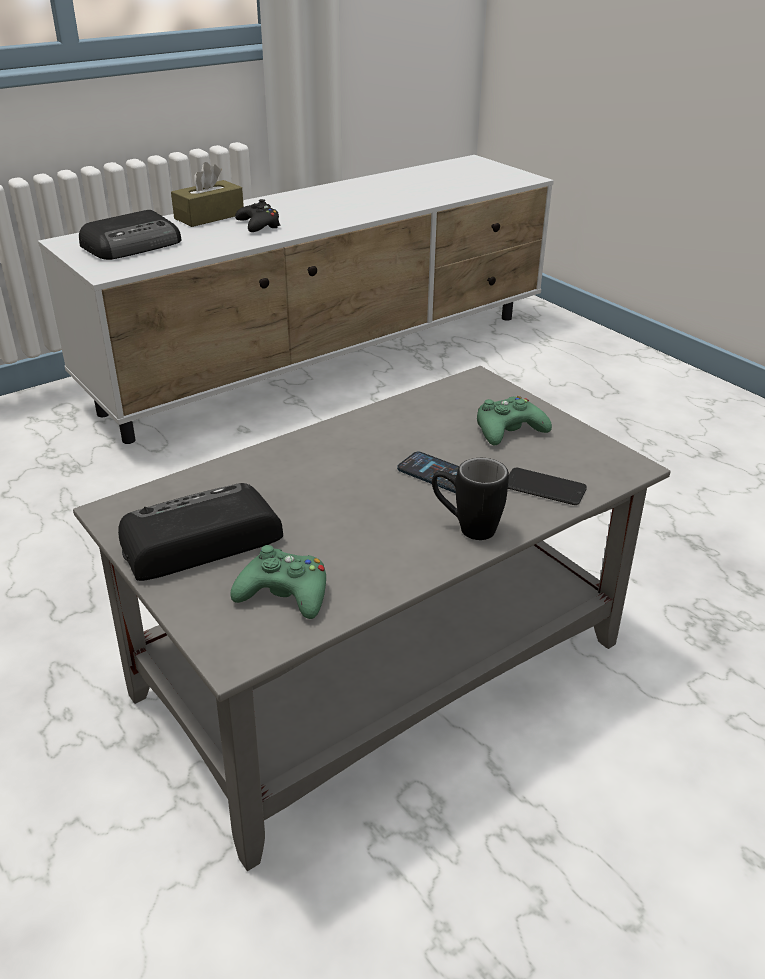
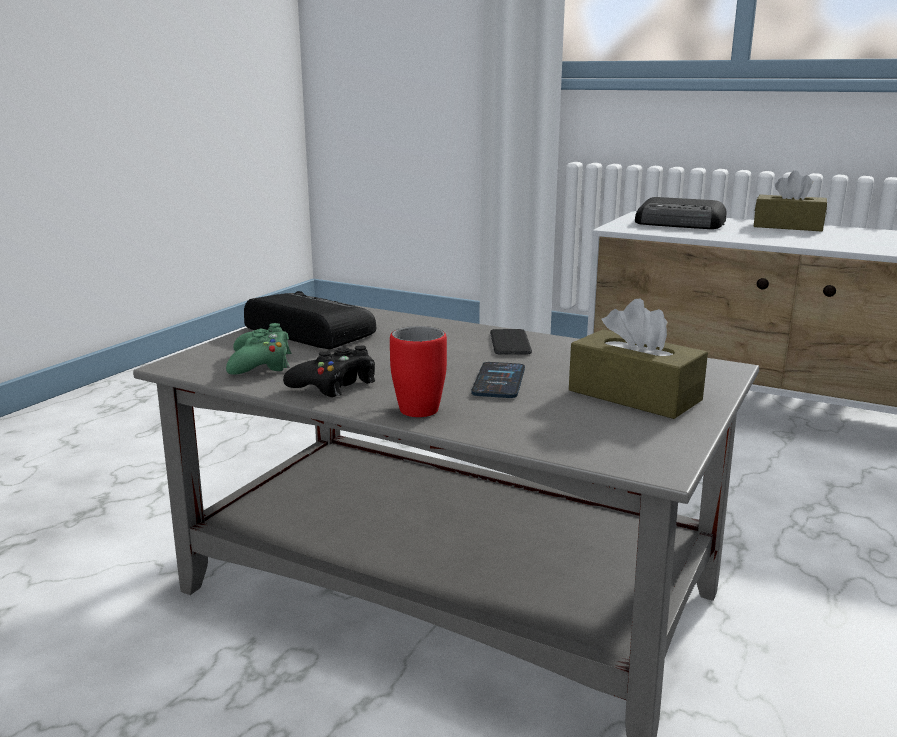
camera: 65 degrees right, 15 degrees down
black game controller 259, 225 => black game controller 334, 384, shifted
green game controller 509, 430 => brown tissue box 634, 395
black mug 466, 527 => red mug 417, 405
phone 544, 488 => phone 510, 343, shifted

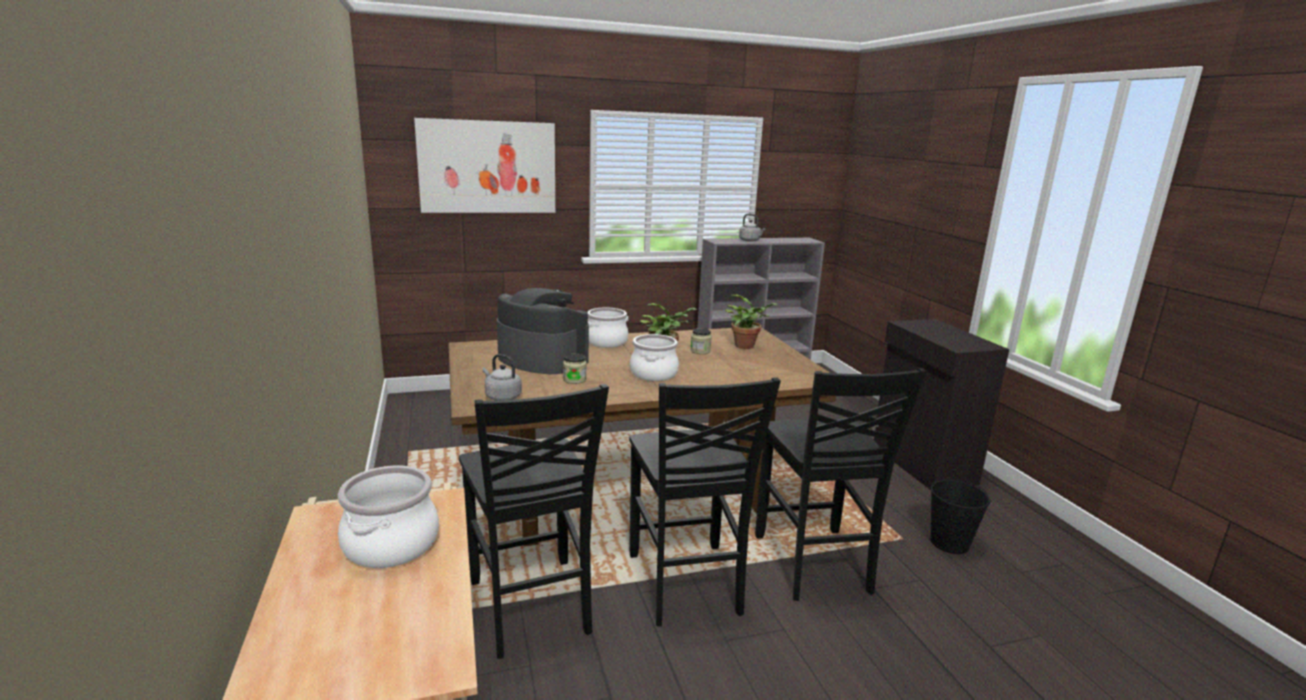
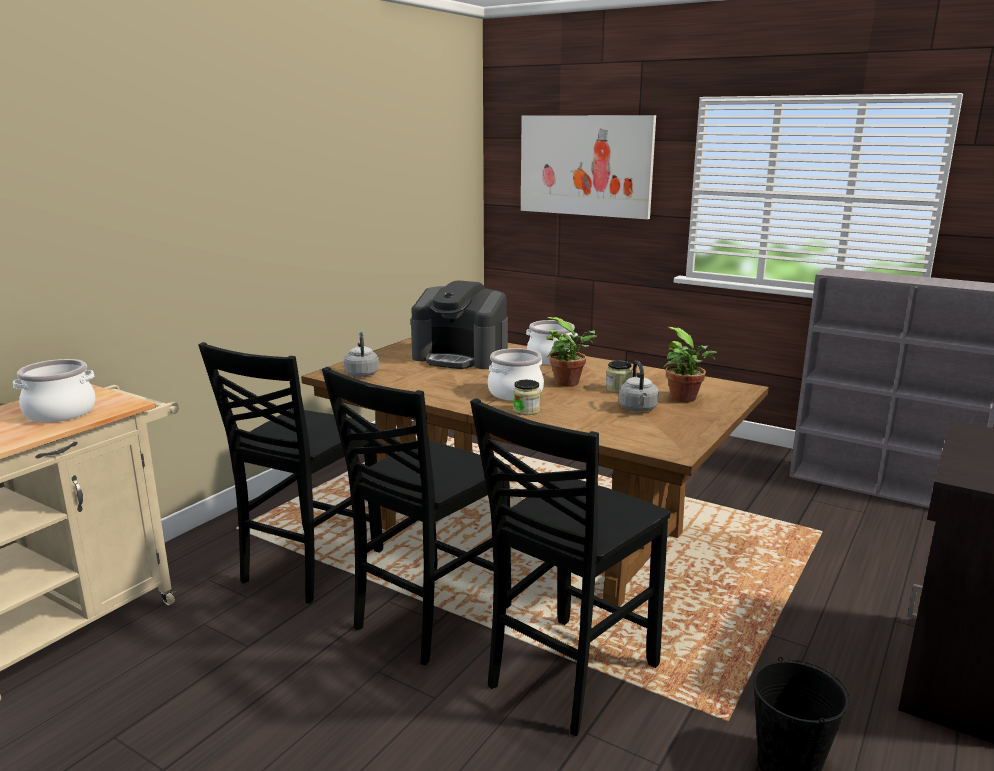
camera: 50 degrees right, 0 degrees up
grey kettle 750, 240 => grey kettle 638, 409, shifted
coffee machine 541, 359 => coffee machine 461, 357, 120 degrees clockwise
jar 574, 380 => jar 526, 410, shifted

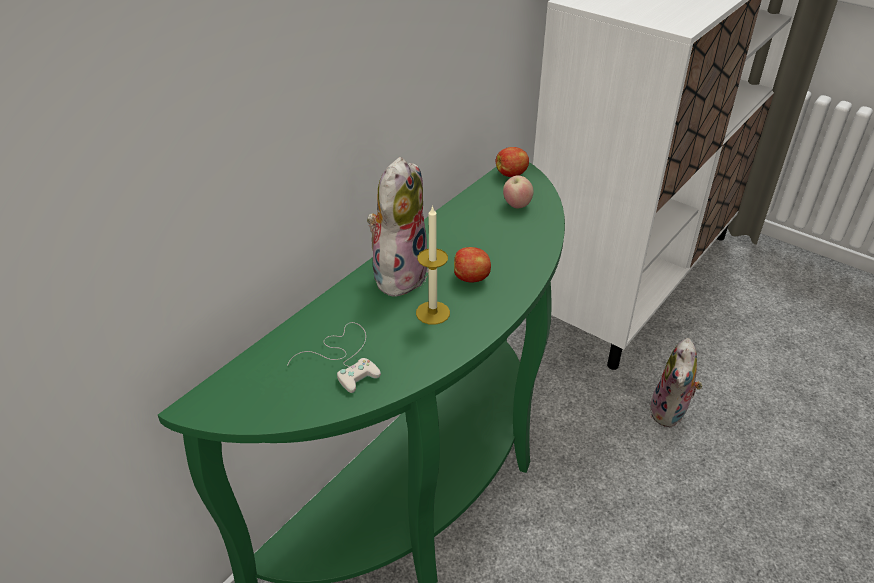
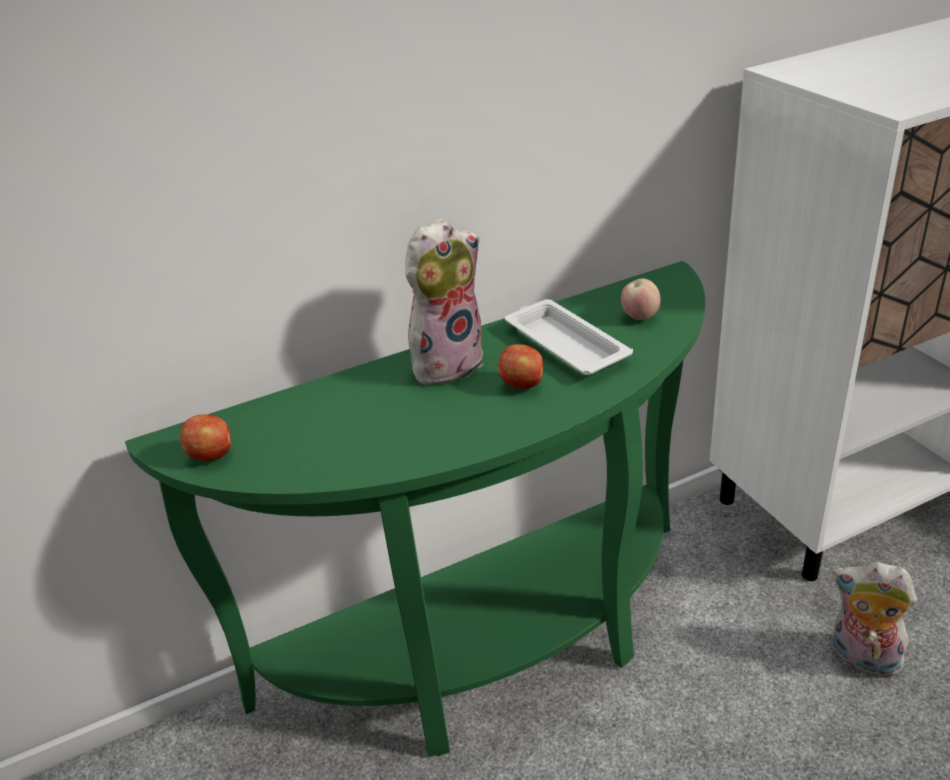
camera: 30 degrees right, 5 degrees down
apple 511, 174 => apple 212, 455, shifted
candle 432, 313 => nothing
white game controller 344, 357 => nothing
plush toy 670, 413 => plush toy 861, 658, 75 degrees clockwise
nothing => white tray 564, 344

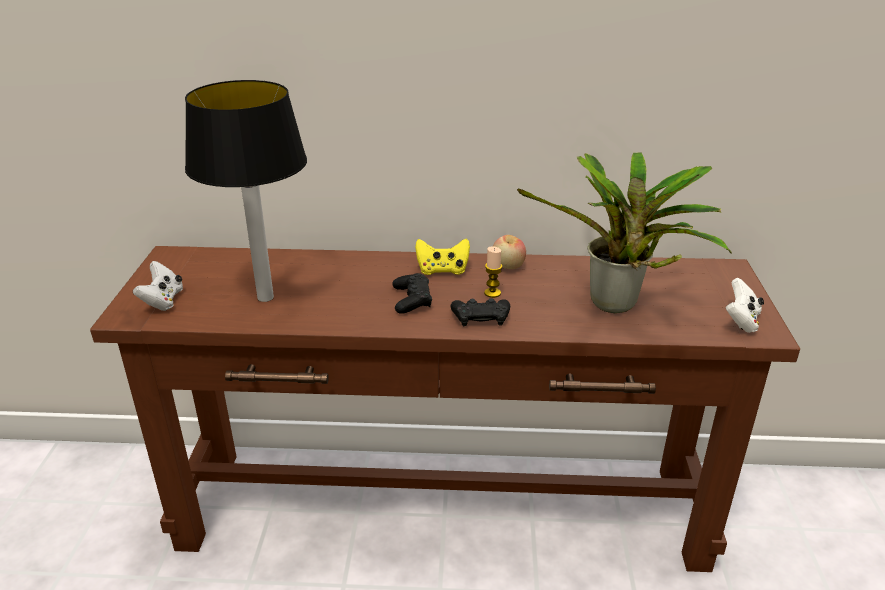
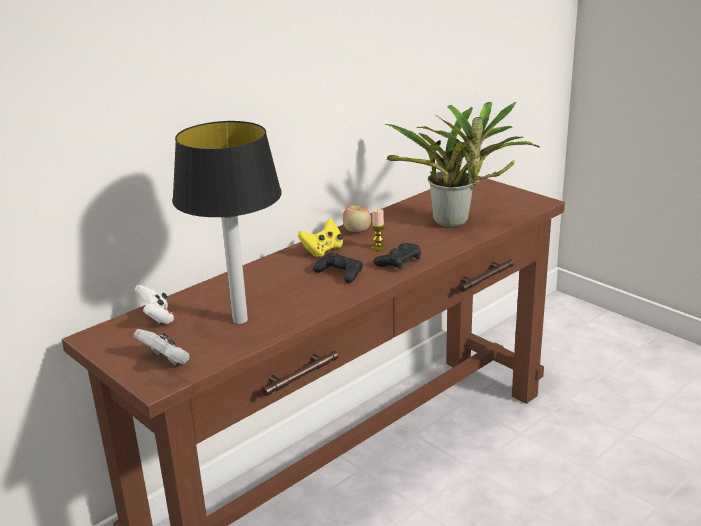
camera: 45 degrees left, 5 degrees down
white game controller 741, 321 => white game controller 157, 318, shifted

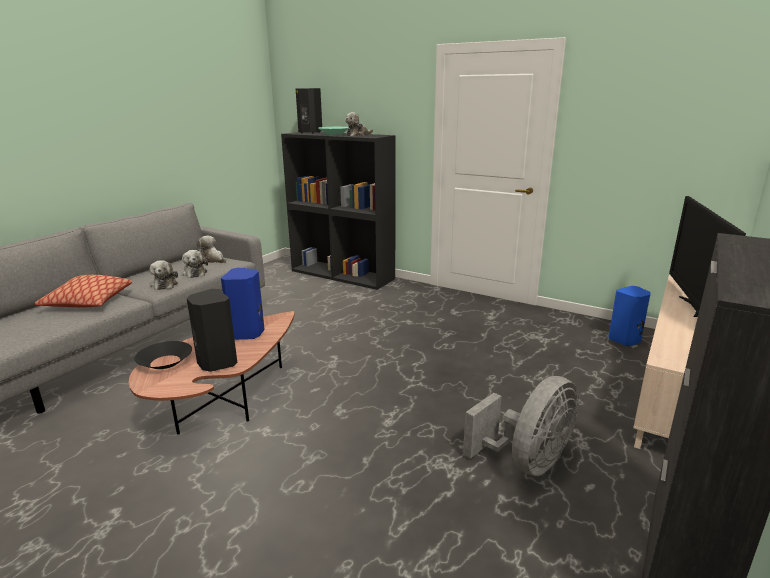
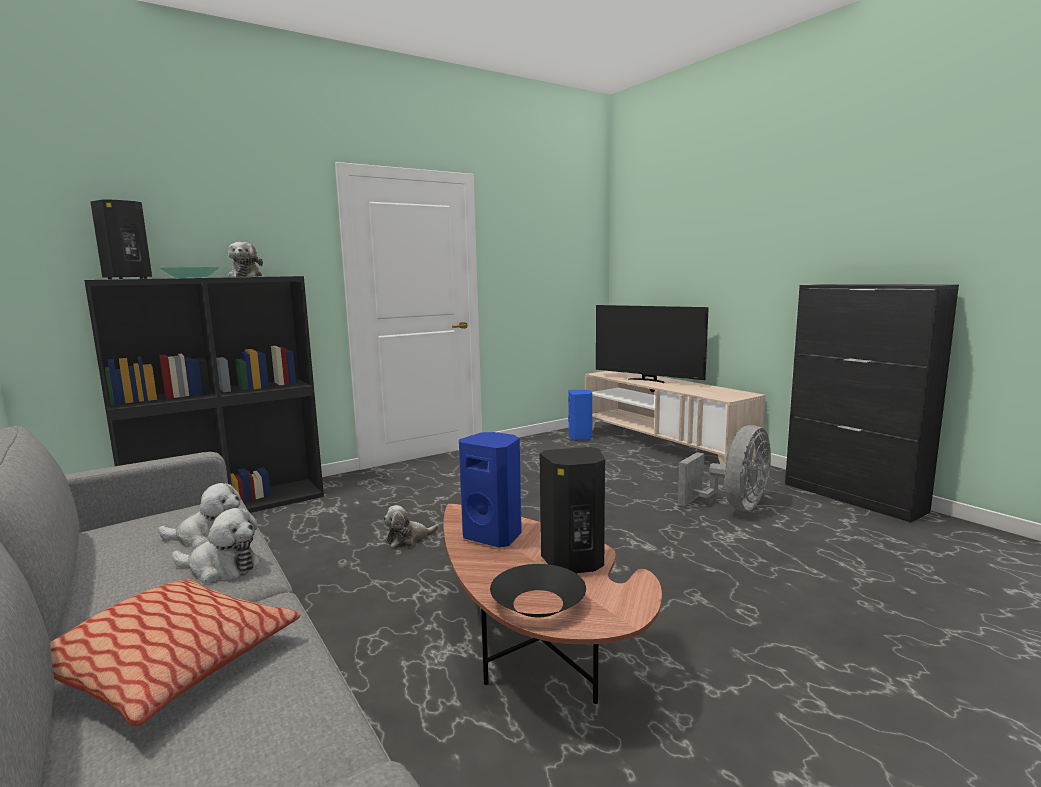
camera: 65 degrees left, 10 degrees down
plush toy 213, 260 => plush toy 408, 539, shifted
grey fan 527, 462 => grey fan 733, 506, 60 degrees clockwise

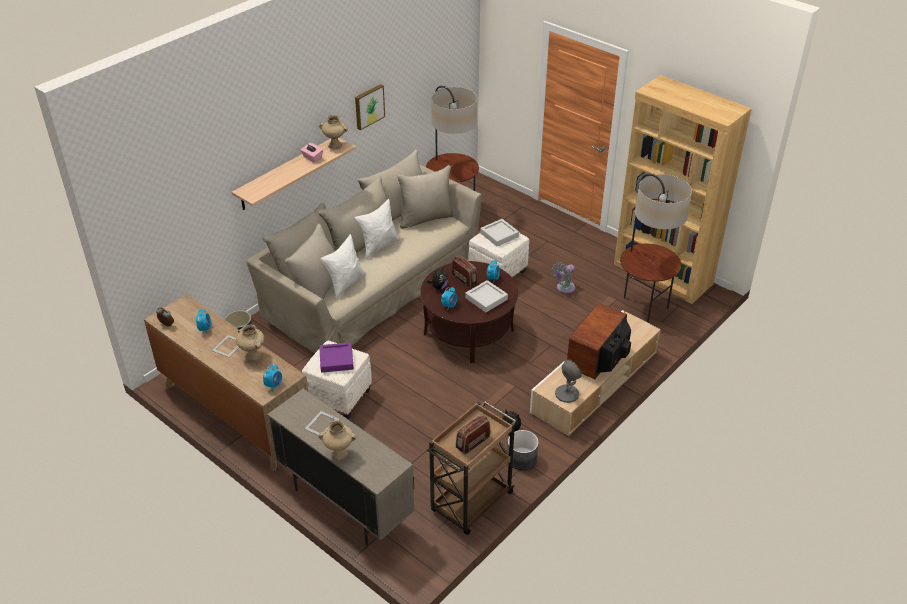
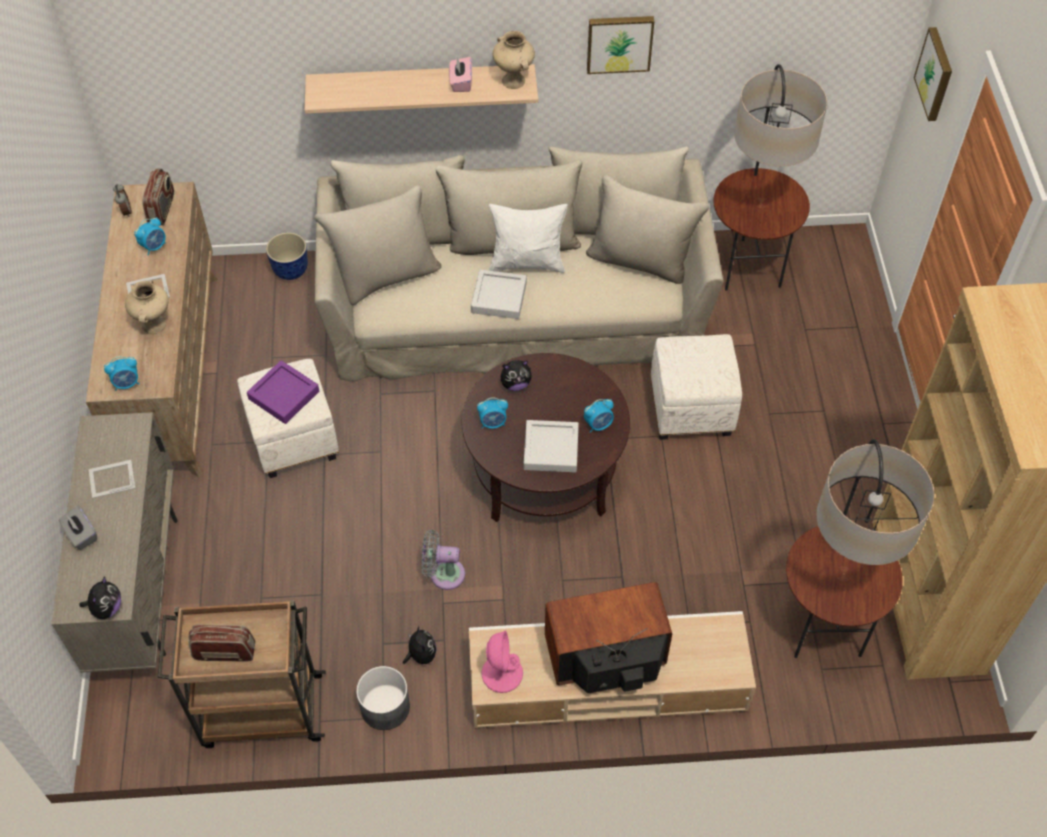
camera: 45 degrees right, 15 degrees up
grey tray 499, 235 => grey tray 499, 298, shifted
white pillow 345, 284 => nothing
radio 464, 279 => radio 162, 209, shifted
grey fan 564, 288 => grey fan 443, 574, shifted
grey table lamp 566, 394 => pink table lamp 502, 673
beige vase 339, 453 => grey tissue box 81, 535
nothing => picture 936, 74
nothing => plush toy 106, 608

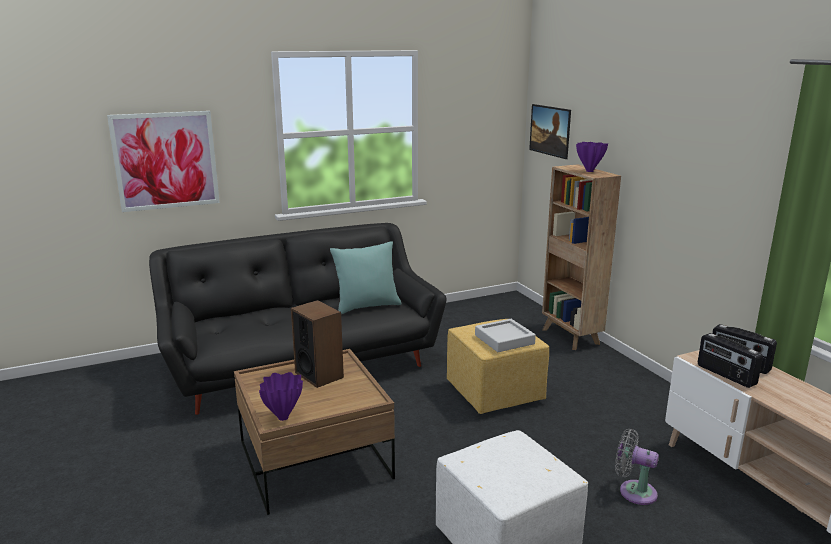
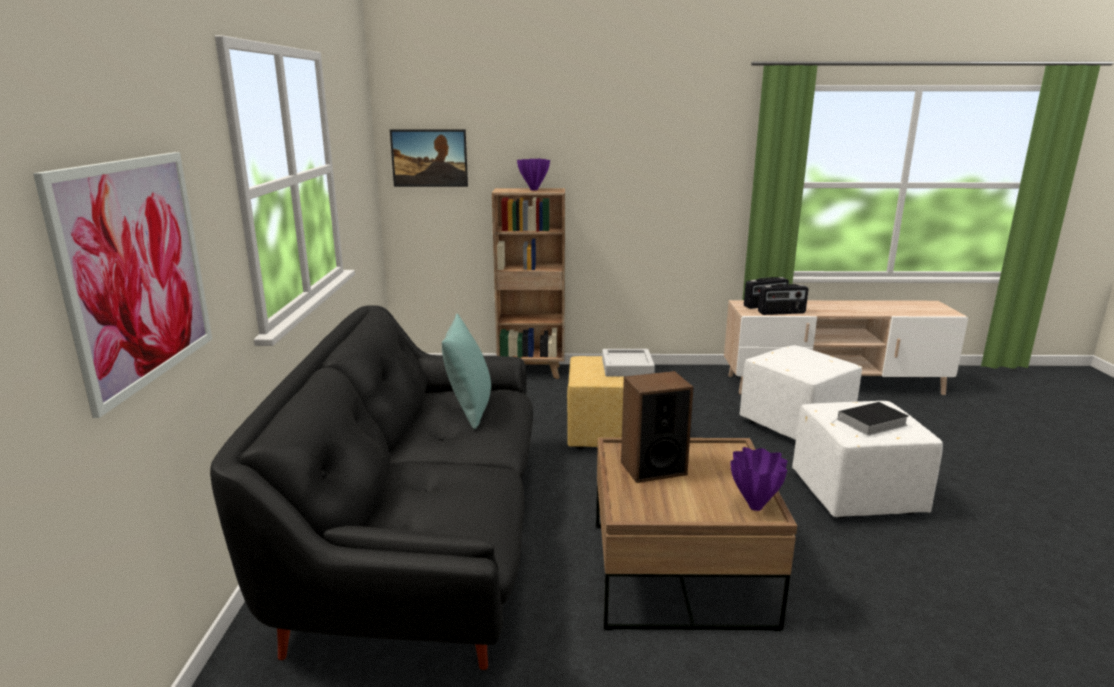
camera: 65 degrees left, 0 degrees up
grey fan 633, 491 => white ottoman 796, 425
nothing => book 871, 423

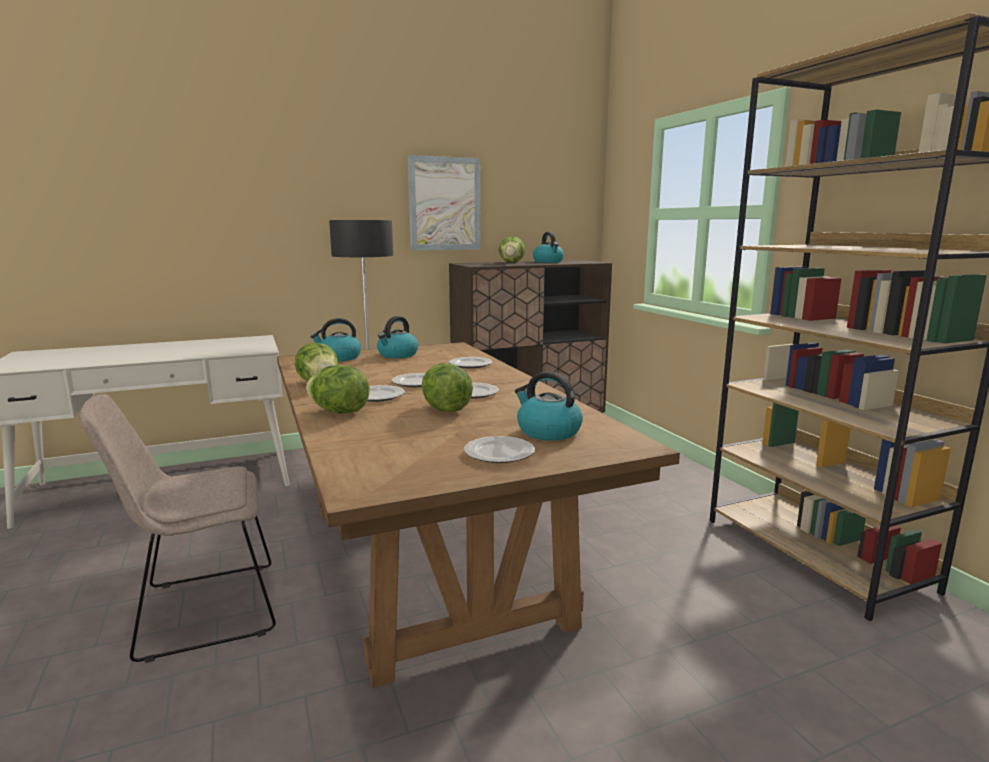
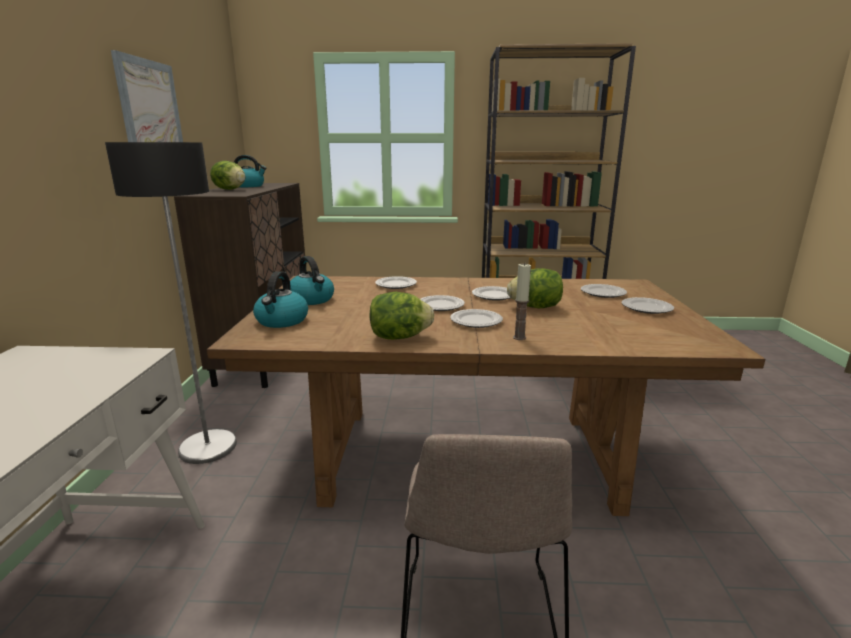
camera: 65 degrees left, 5 degrees up
lettuce 339, 412 => candle 519, 337
kettle 547, 431 => plate 603, 293

